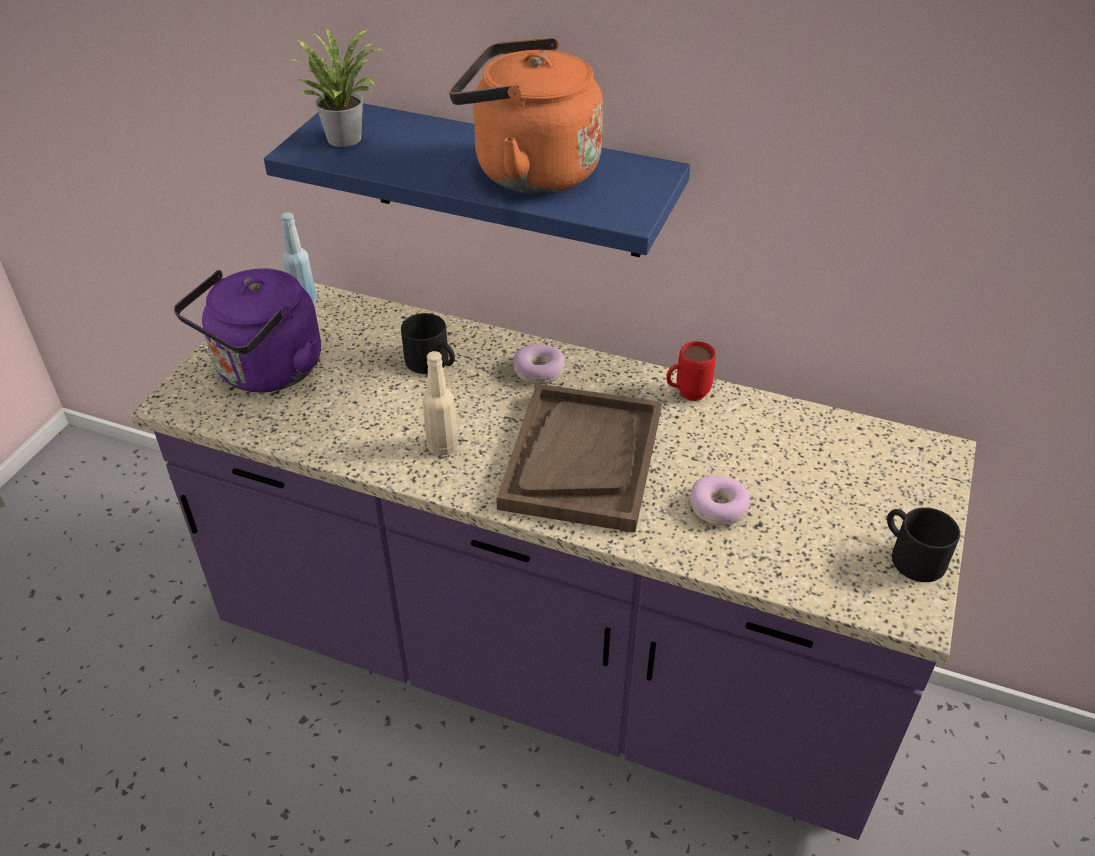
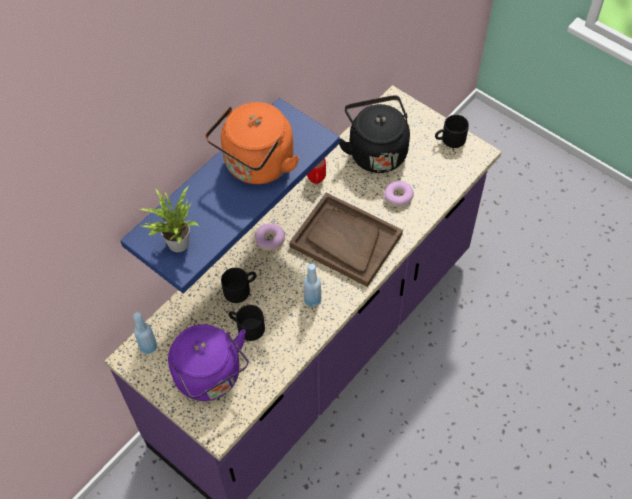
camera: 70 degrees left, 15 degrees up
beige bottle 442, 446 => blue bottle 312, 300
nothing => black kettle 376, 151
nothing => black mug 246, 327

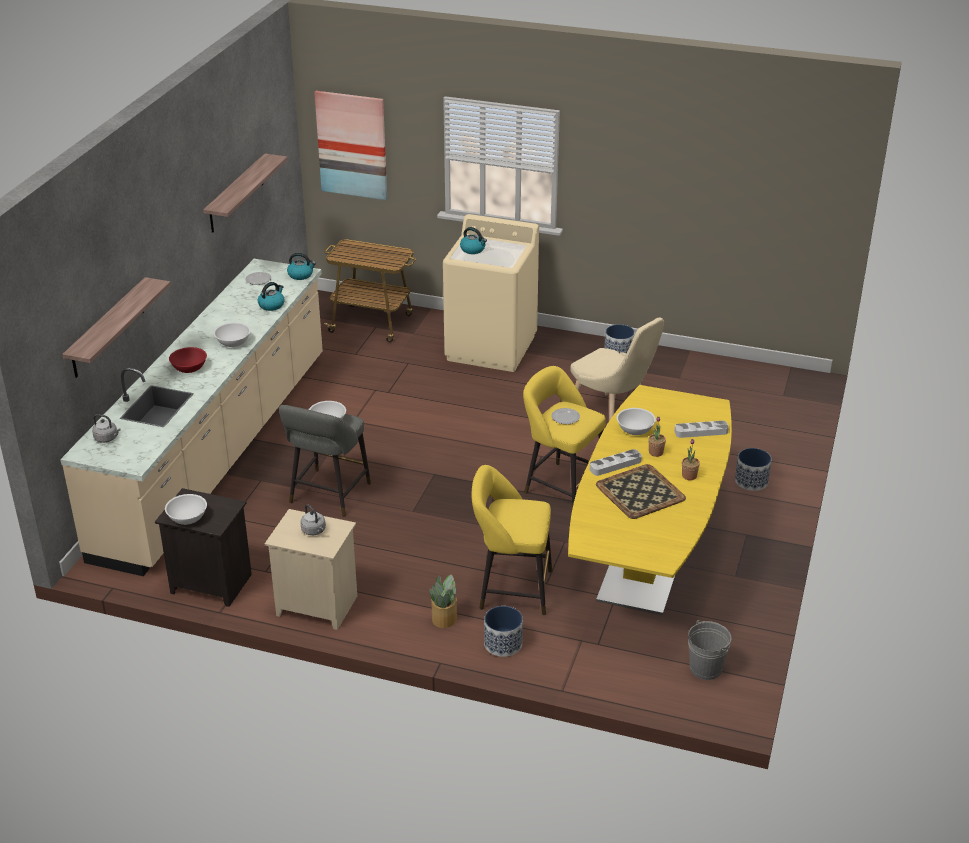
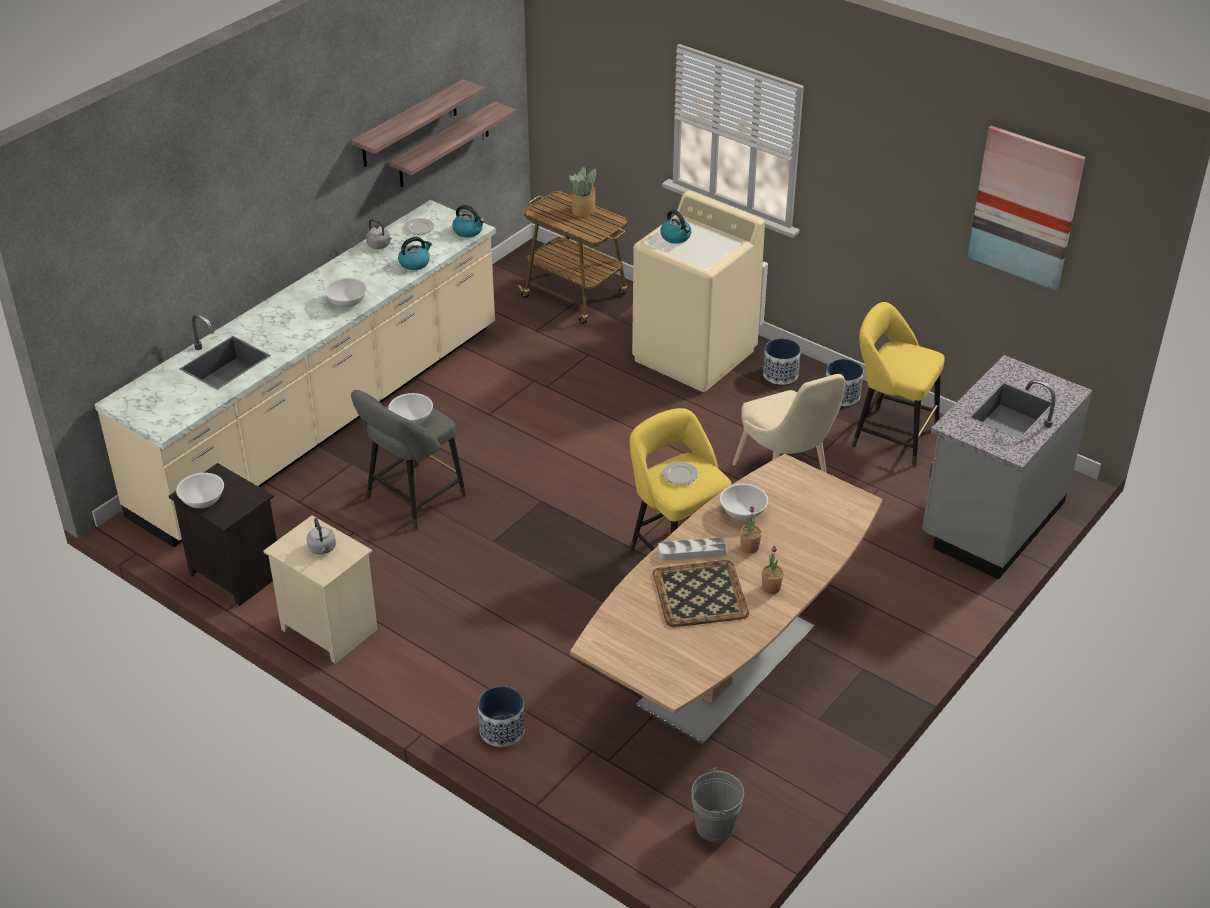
camera: 20 degrees right, 5 degrees up
picture 352, 145 => picture 1025, 207, shifted
shelf 107, 328 => shelf 444, 145, shifted
red bowl 189, 368 => nothing
yellow dining table 647, 556 => brown dining table 728, 665
grey kettle 107, 438 => grey kettle 380, 245, shifted
grey tray 701, 432 => nothing
planter 751, 481 => planter 780, 375, shifted
yellow stool 510, 589 => yellow stool 890, 435, shifted
potted plant 444, 618 => potted plant 584, 210, shifted
nothing => grey counter 991, 521

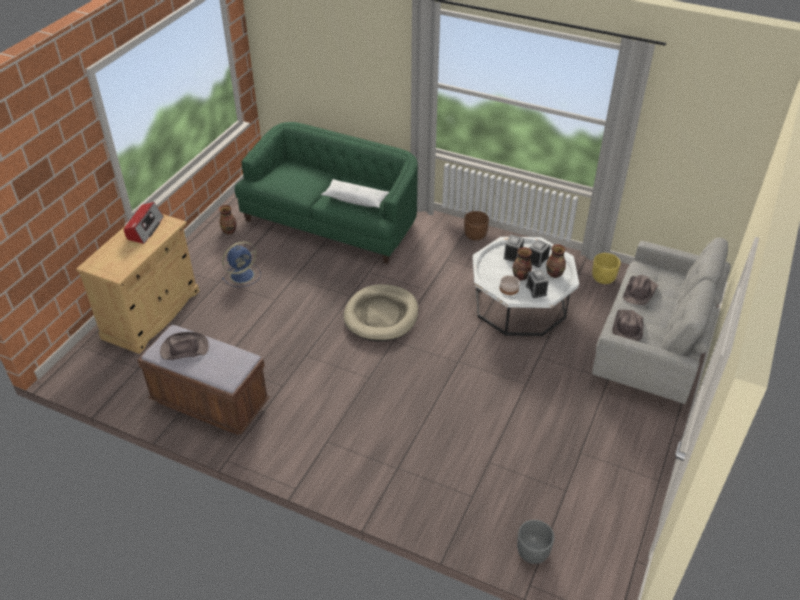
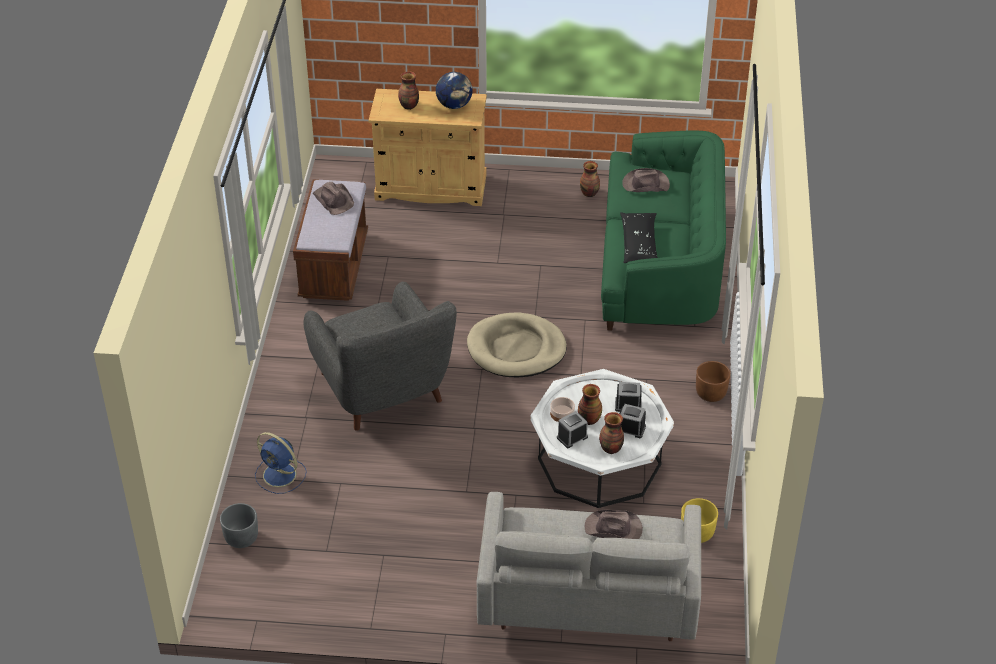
camera: 70 degrees right, 0 degrees up
white pillow 355, 199 => black pillow 639, 245
radio 144, 229 => globe 454, 105
blue fan 243, 275 => blue fan 281, 475, shifted
brown hat 627, 327 => brown hat 645, 184, shifted
nothing => vase 409, 106
nothing => grey armchair 383, 393

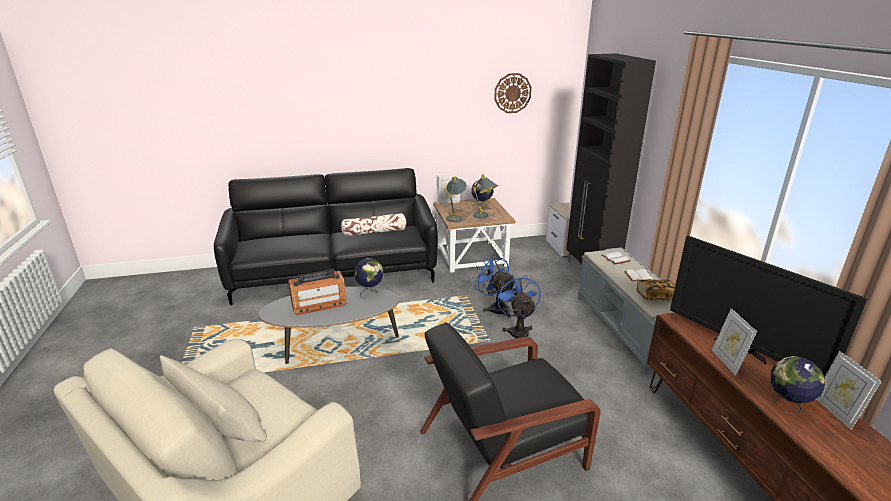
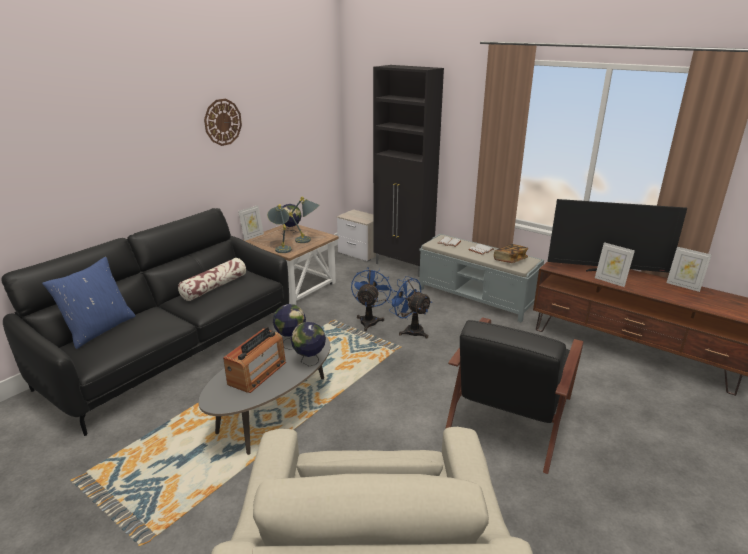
camera: 40 degrees left, 0 degrees up
wall clock 512, 93 => wall clock 222, 122, shifted
blue fan 495, 308 => blue fan 370, 320, 90 degrees clockwise
globe 786, 407 => globe 309, 361, shifted
nothing => blue pillow 99, 329

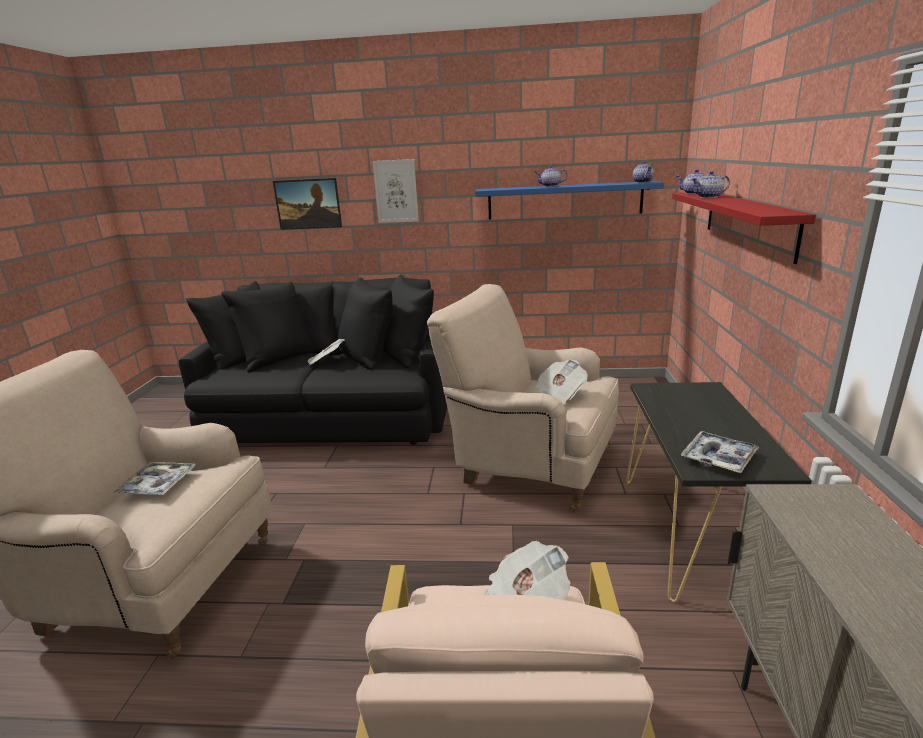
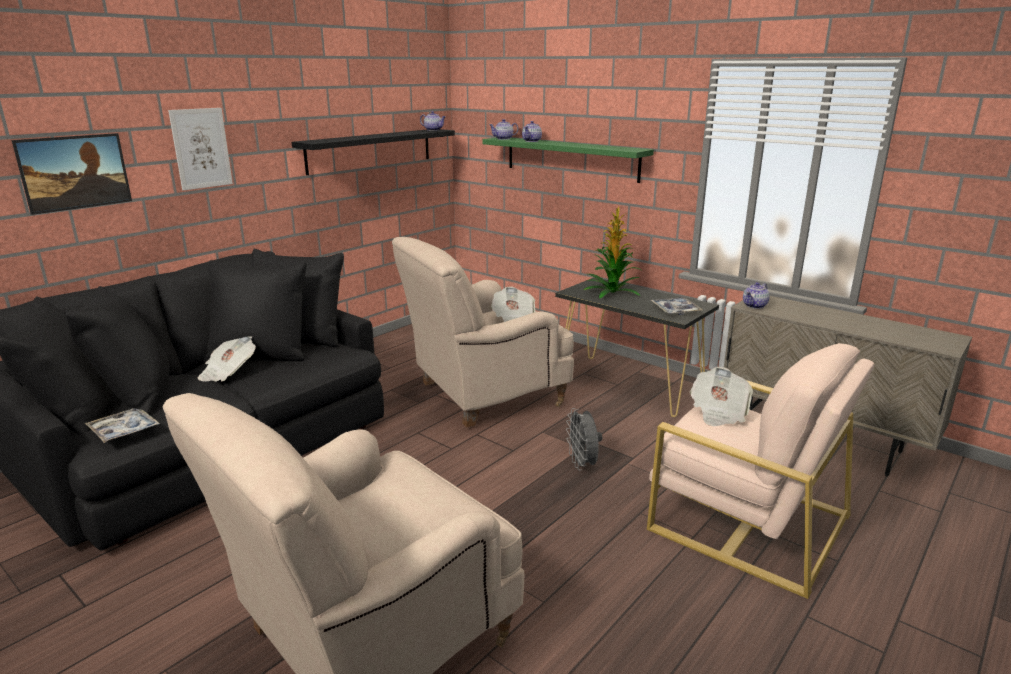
camera: 55 degrees left, 0 degrees up
teapot 550, 186 => teapot 755, 306, shifted
blue shelf 564, 200 => black shelf 370, 150
red shelf 748, 222 => green shelf 571, 158
tray 158, 484 => tray 124, 430, shifted
nothing => potted plant 611, 292
nothing => grey fan 582, 464

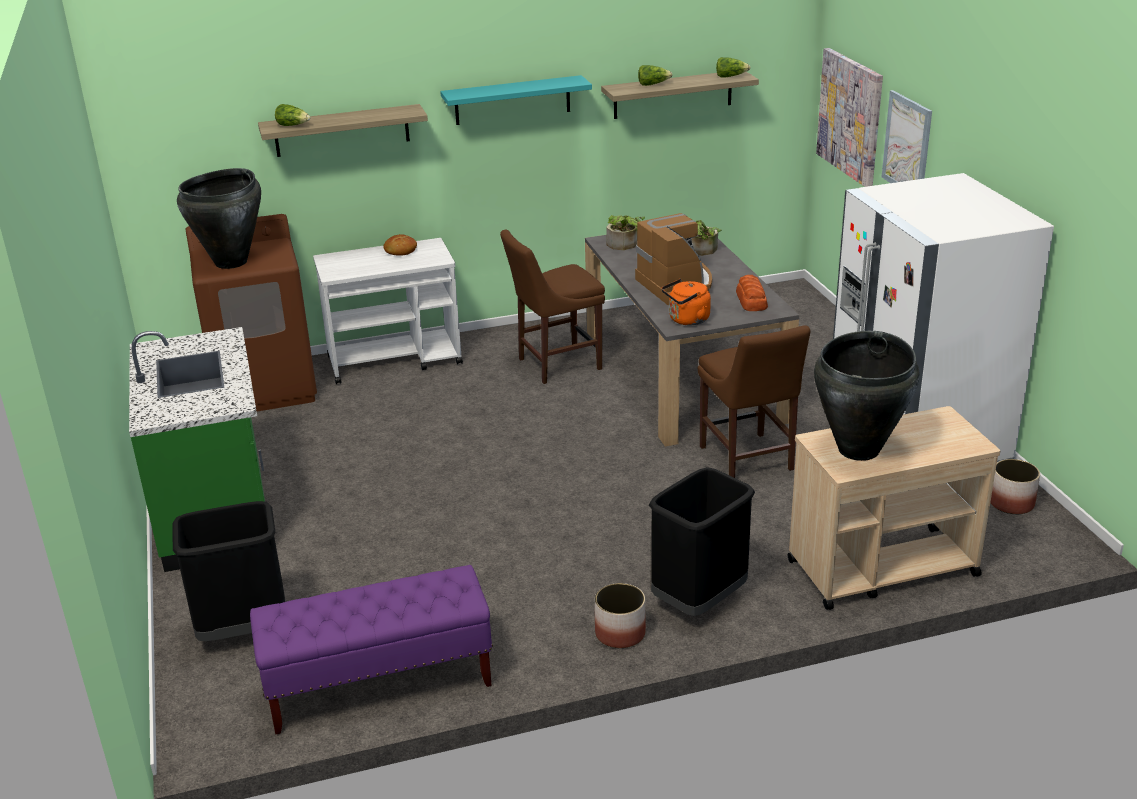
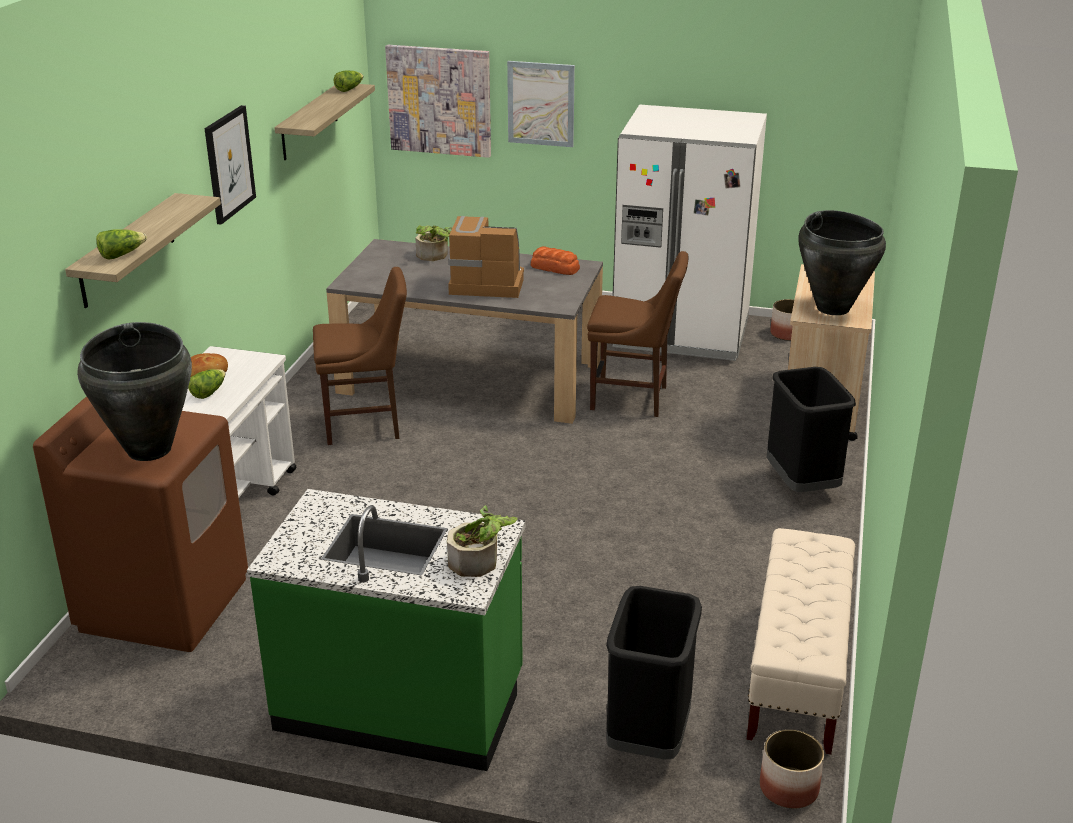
camera: 60 degrees left, 0 degrees up
lettuce 653, 84 => lettuce 208, 392, shifted
turquoise shelf 512, 100 => picture 229, 164
potted plant 624, 245 => potted plant 480, 562, shifted
brown chair 555, 364 => brown chair 367, 425, 105 degrees counterclockwise
orange kettle 687, 320 => nothing
purple bench 378, 684 => beige bench 797, 673
planter 620, 633 => planter 789, 788, shifted

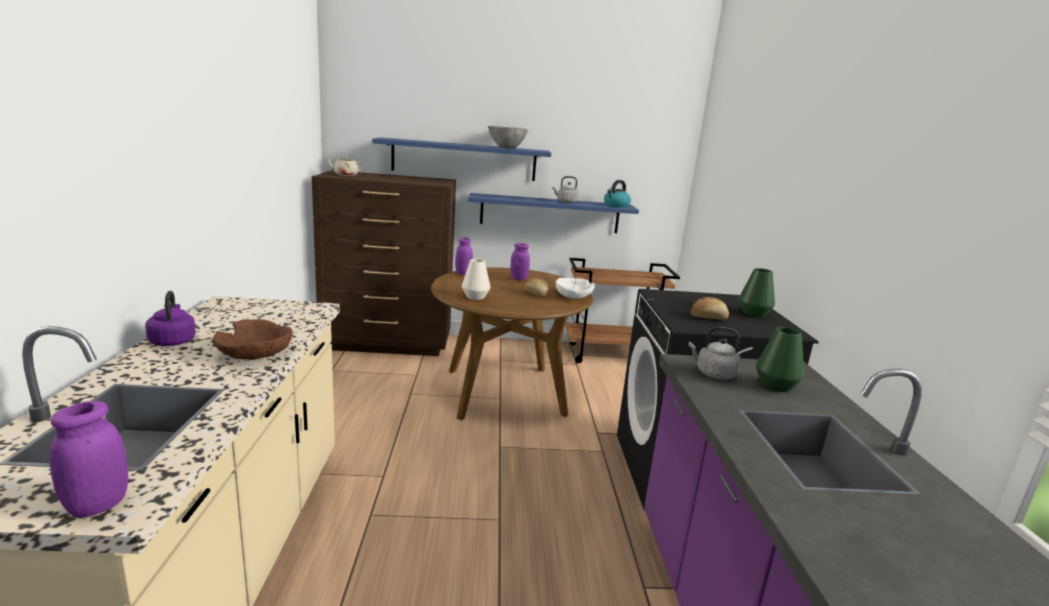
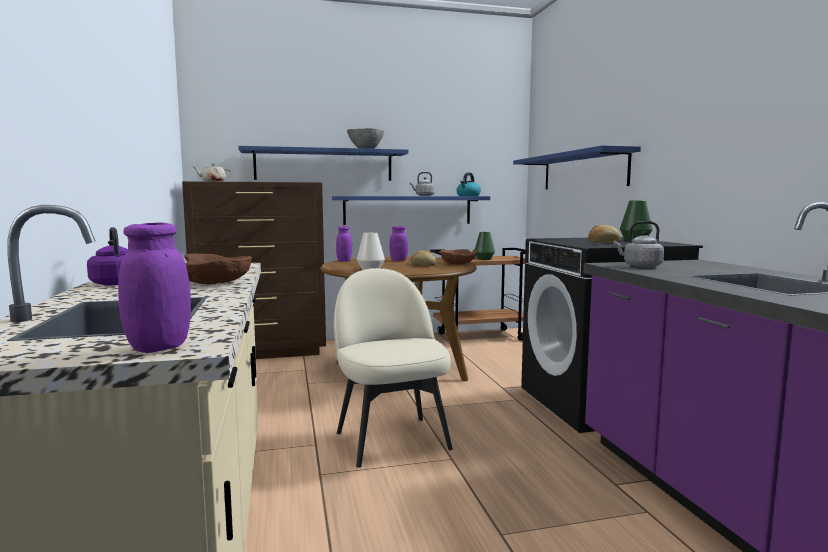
camera: 10 degrees left, 10 degrees down
white bowl 573, 296 => brown bowl 458, 264
green vase 775, 385 => green vase 484, 259, shifted
nothing => blue shelf 583, 171
nothing => beige chair 391, 439

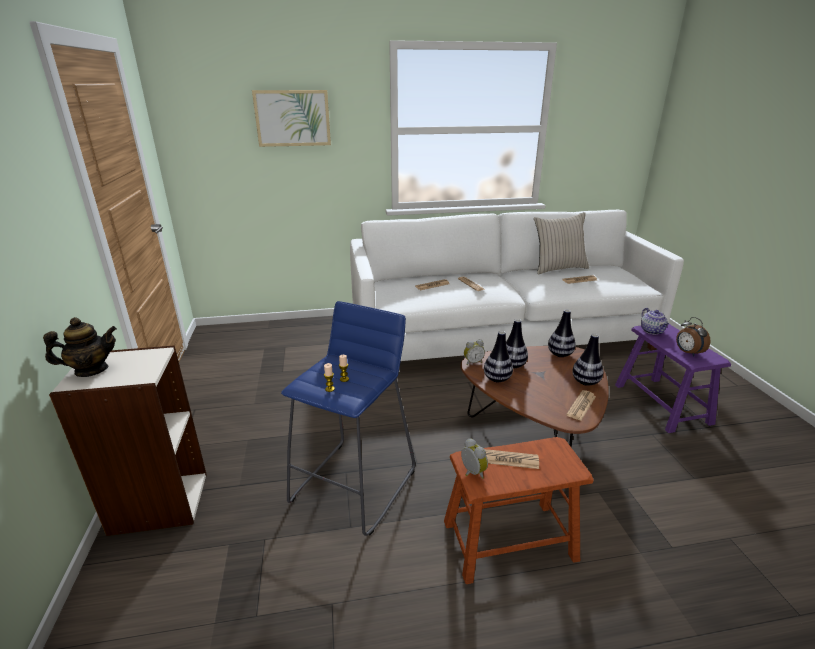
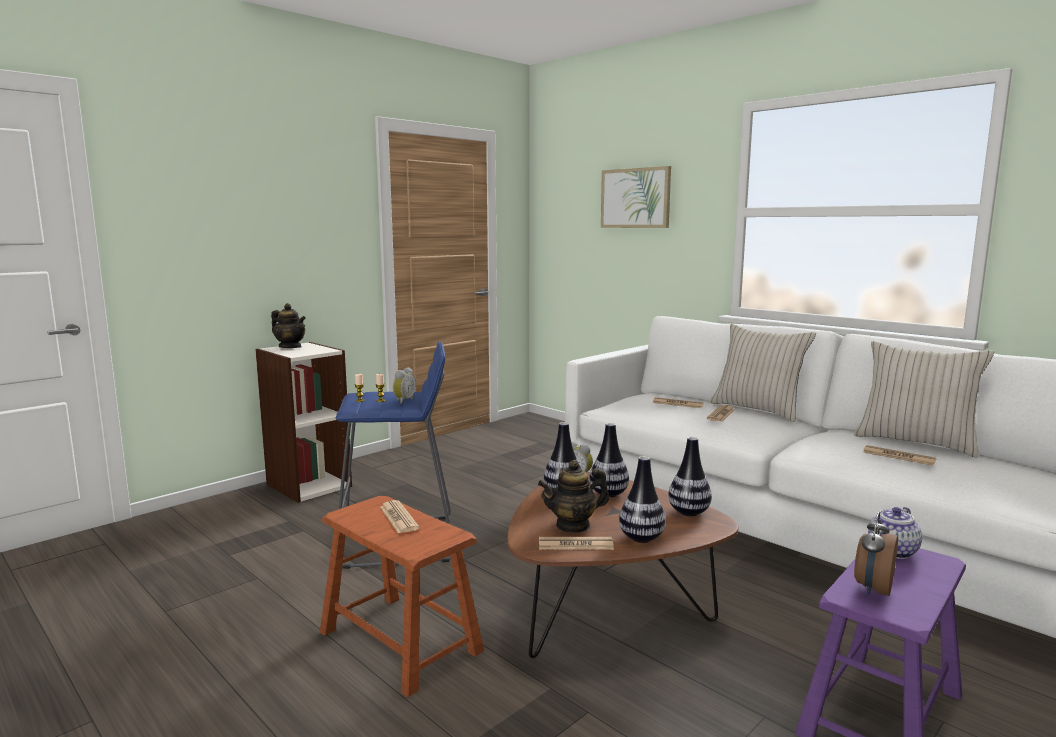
camera: 55 degrees right, 15 degrees down
alarm clock 471, 473 => alarm clock 403, 401, shifted
nothing => beige pillow 757, 410
nothing => teapot 573, 525

